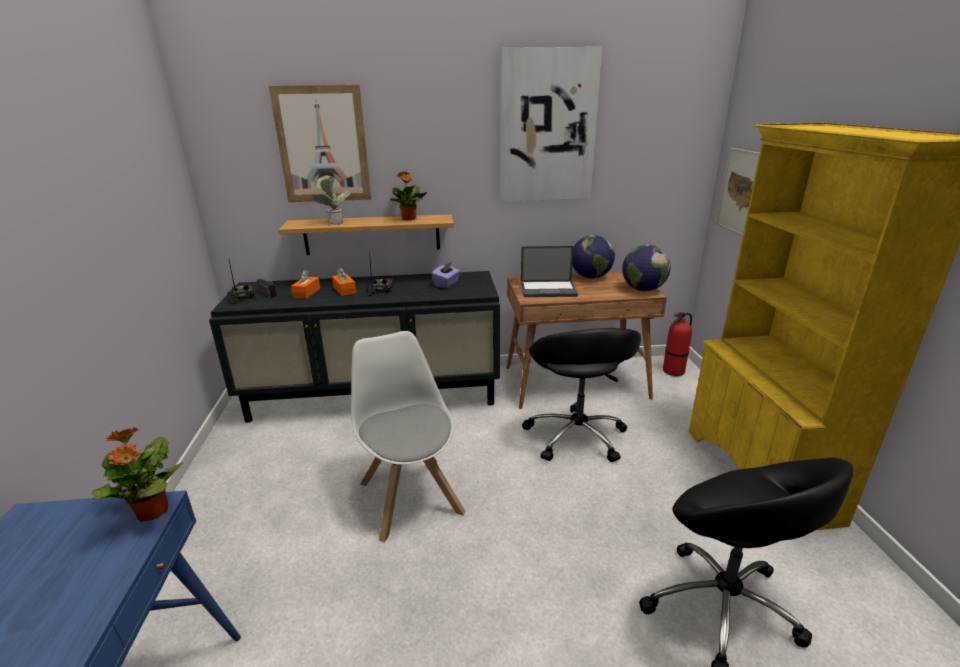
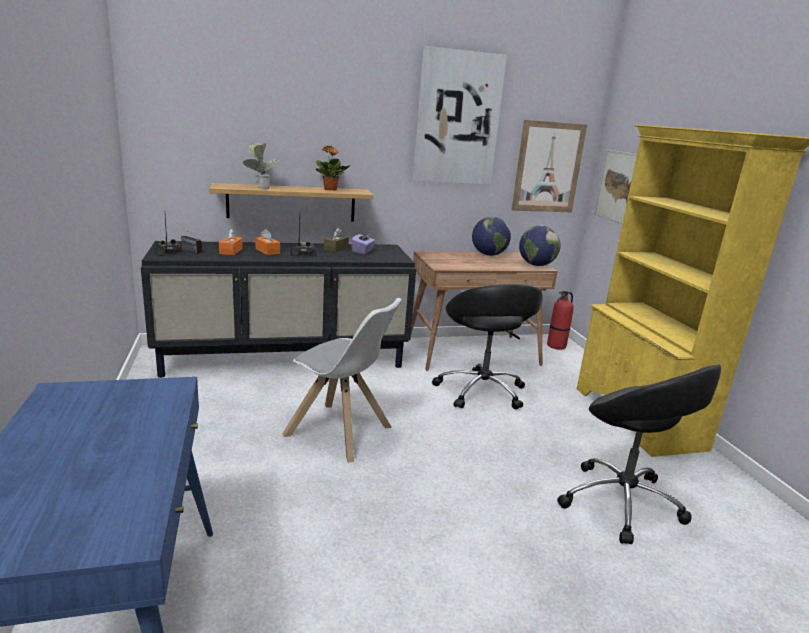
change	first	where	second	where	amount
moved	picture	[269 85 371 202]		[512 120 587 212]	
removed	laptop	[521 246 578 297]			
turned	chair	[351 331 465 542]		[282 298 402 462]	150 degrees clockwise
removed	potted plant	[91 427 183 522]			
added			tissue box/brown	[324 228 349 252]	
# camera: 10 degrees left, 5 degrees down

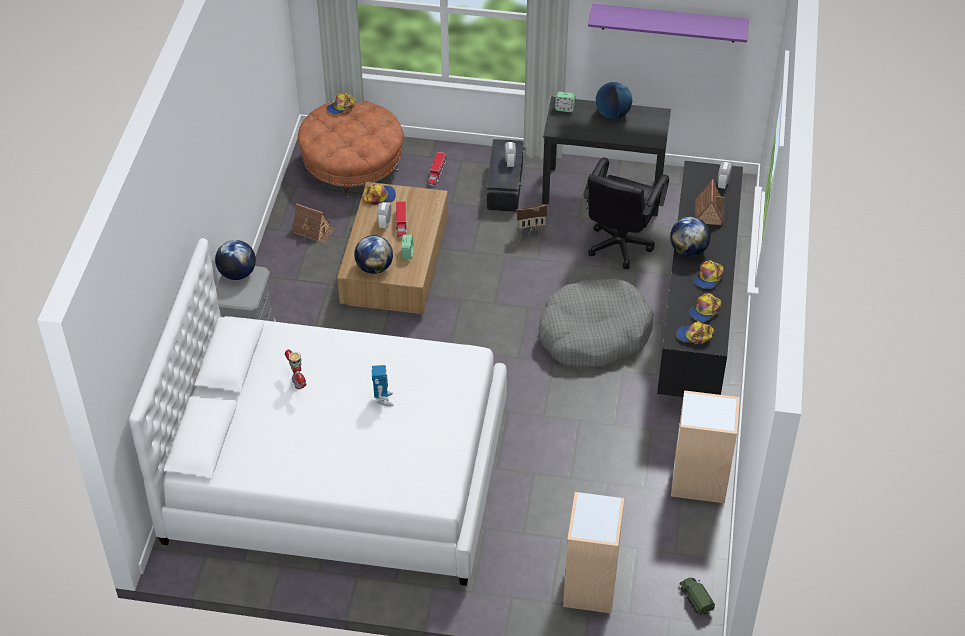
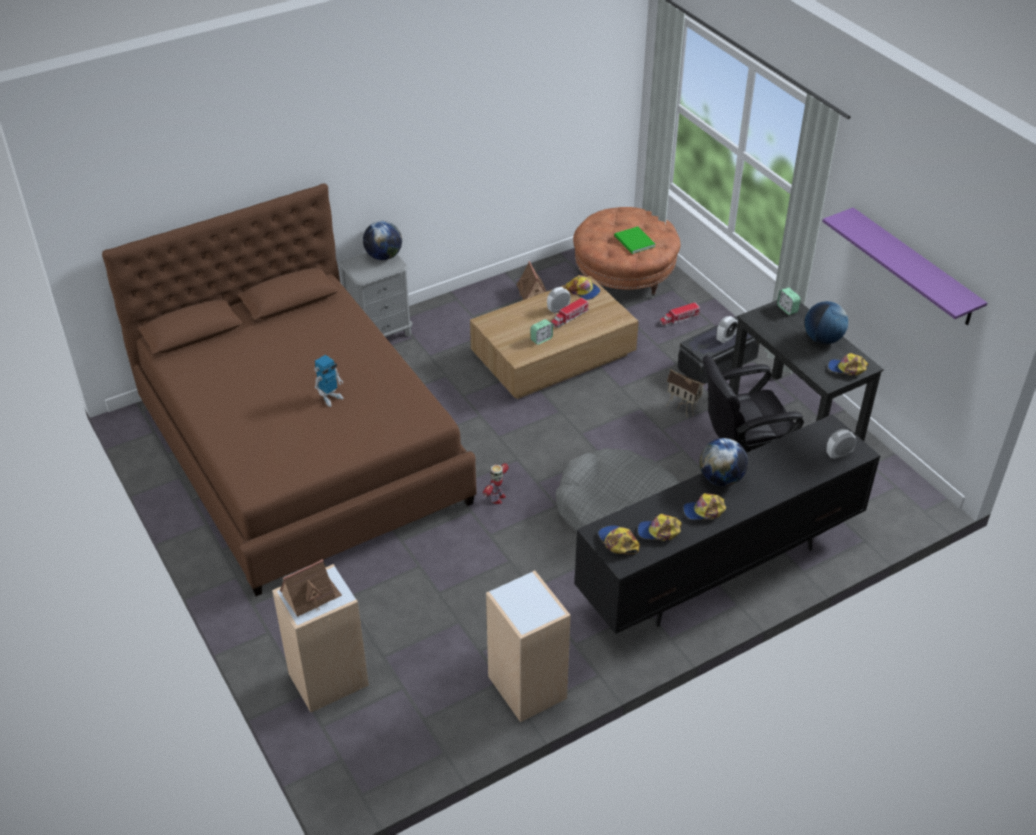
change	first	where	second	where	amount
moved	cap	[326 93 356 114]		[828 353 868 376]	
moved	toy house	[695 180 725 225]		[280 559 342 617]	
removed	globe	[354 235 393 274]			
recoloured	bed/white	[129 238 507 586]	bed/brown	[102 184 476 596]	
moved	toy robot	[285 350 306 389]		[483 463 509 504]	
removed	toy truck	[680 578 715 615]			
added			book/green	[614 226 655 254]	
# camera: 50 degrees right, 5 degrees down

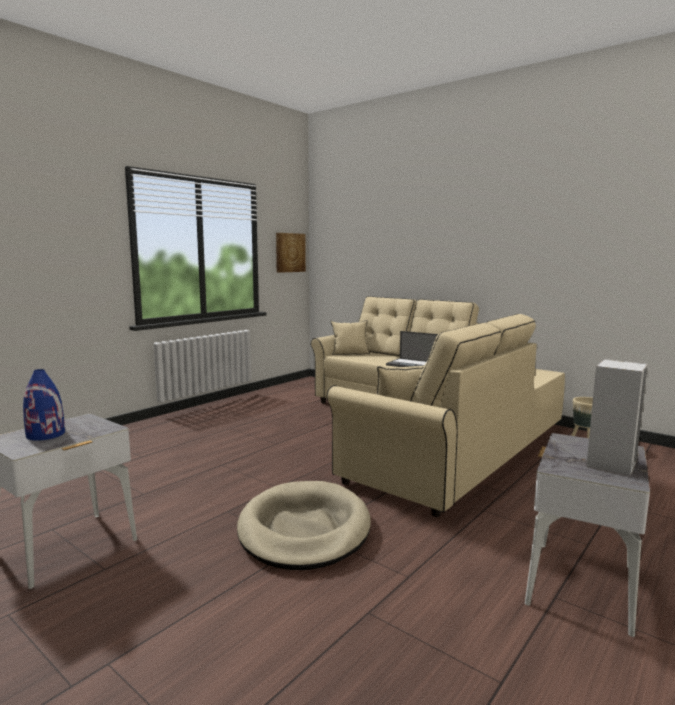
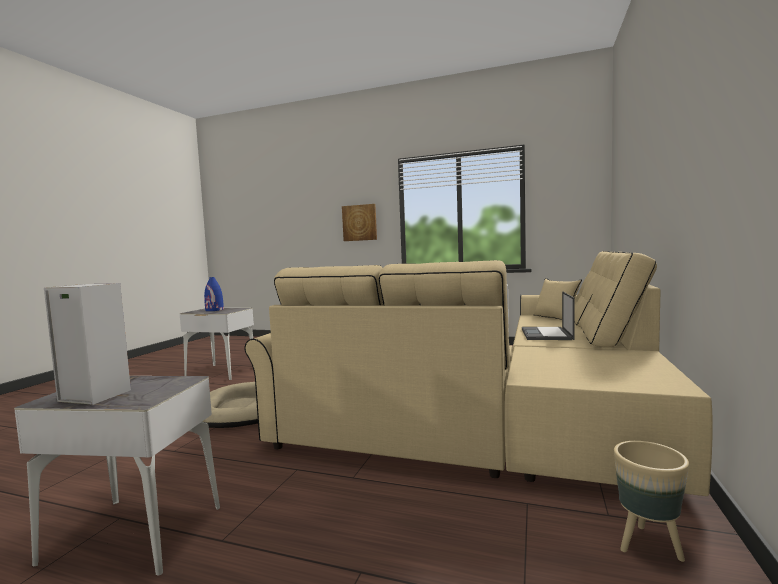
change	first	where	second	where	amount
moved	picture	[276 233 306 273]		[342 204 377 241]	
# camera: 70 degrees right, 5 degrees down

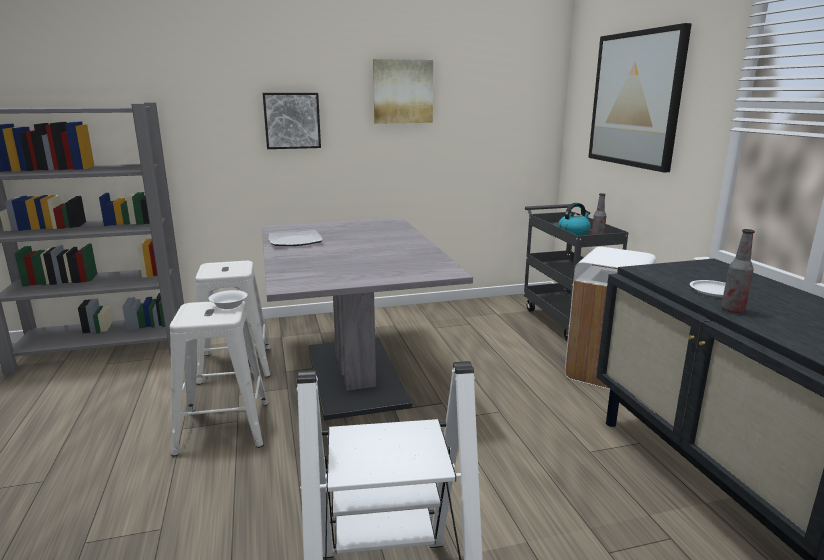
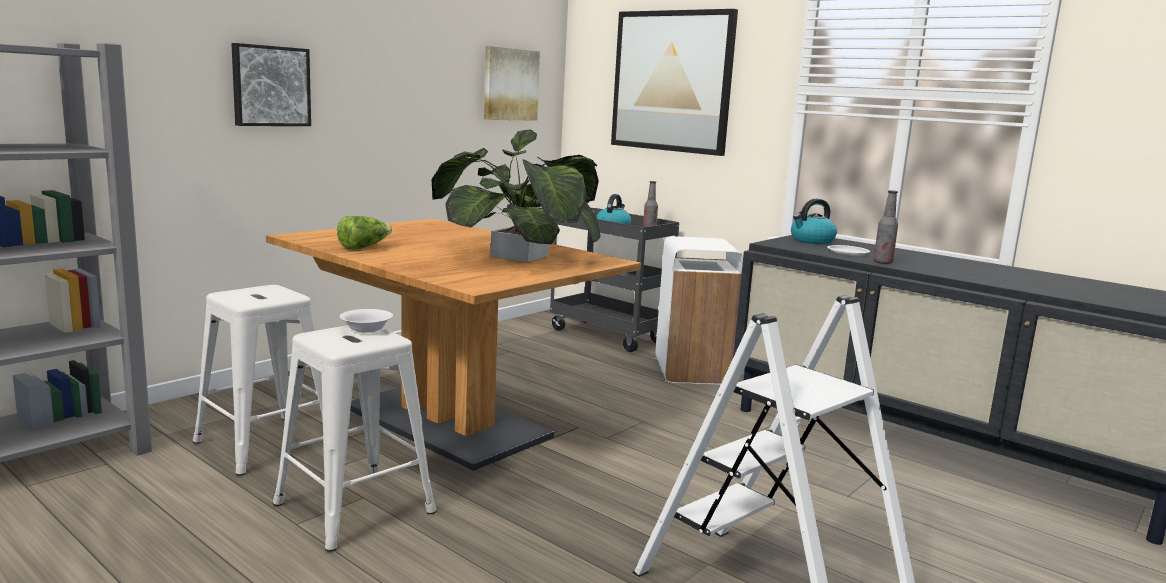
change	first	where	second	where	amount
moved	picture	[373 59 433 124]		[484 46 540 121]	
recoloured	dining table/grey	[262 218 473 420]	dining table/brown	[266 219 641 471]	
replaced	plate	[269 230 323 246]	lettuce	[337 216 392 250]	
added			potted plant	[432 129 601 263]	
added			kettle	[791 199 837 244]	
# camera: 35 degrees left, 5 degrees down

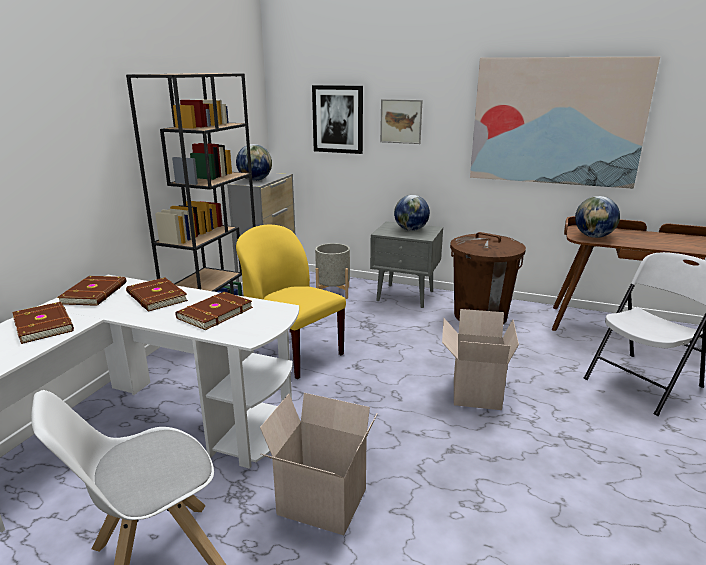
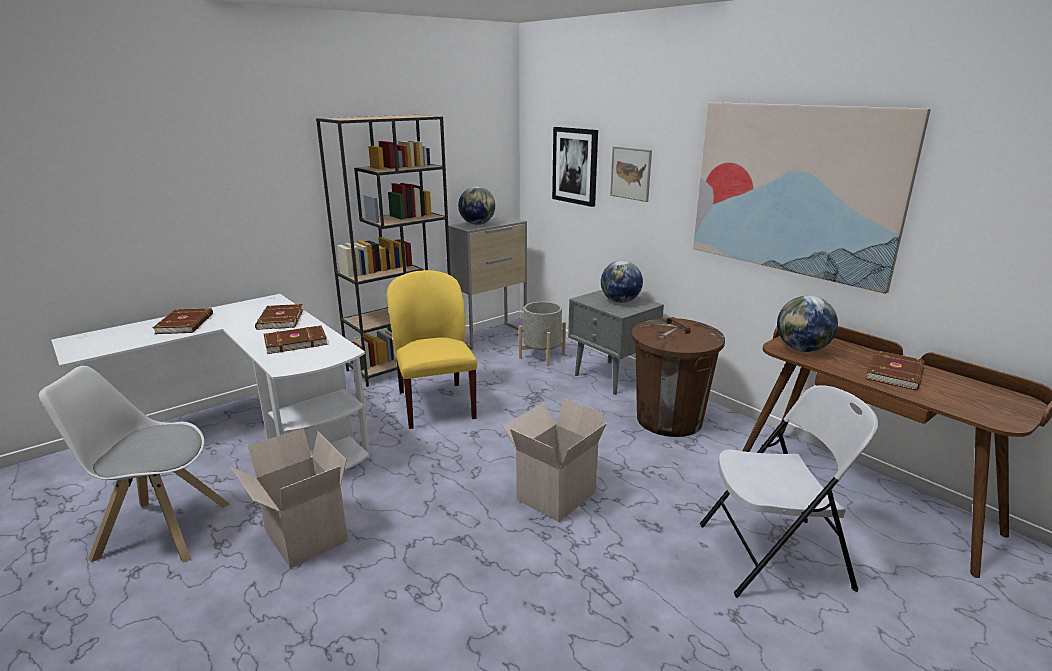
change	first	where	second	where	amount
moved	book/brown	[57 276 126 306]		[866 350 925 390]	
# camera: 30 degrees right, 0 degrees up

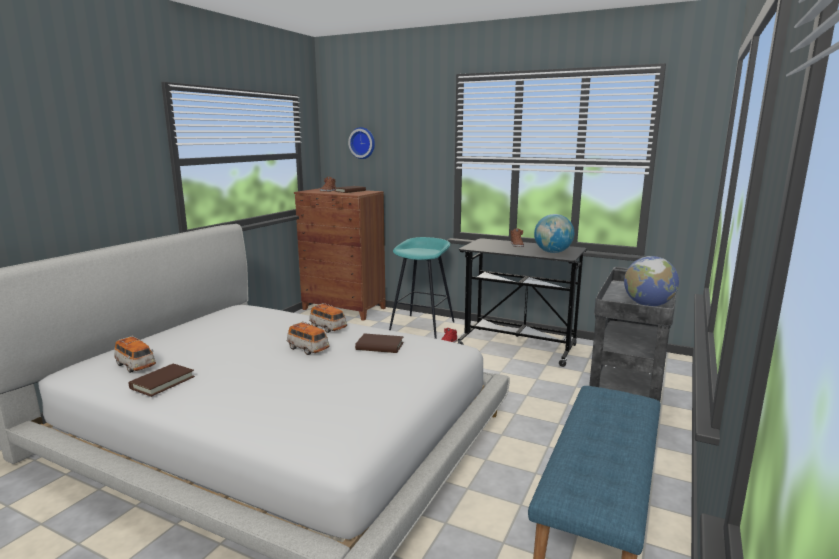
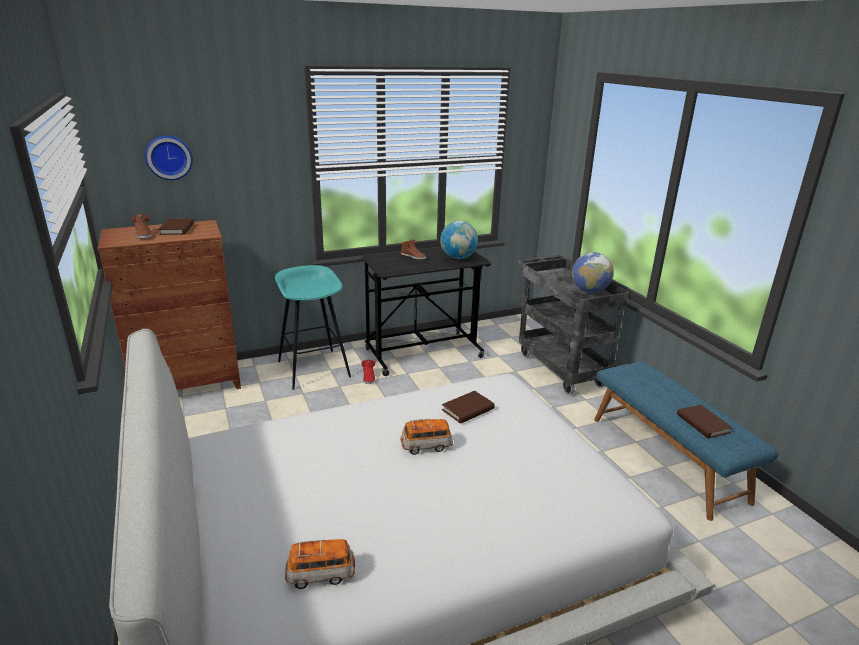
change	first	where	second	where	amount
removed	toy car	[309 303 347 333]			
moved	book/brown	[129 364 195 397]		[677 404 733 438]	
# camera: 50 degrees left, 10 degrees up

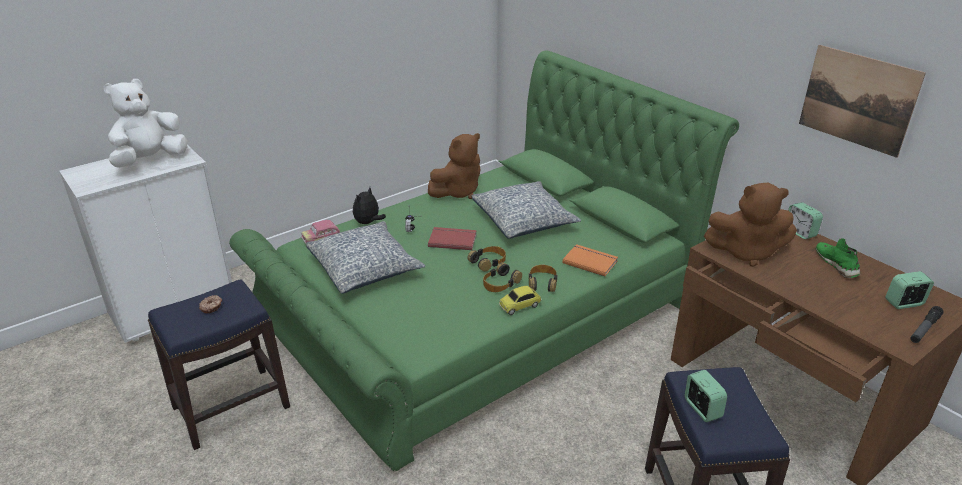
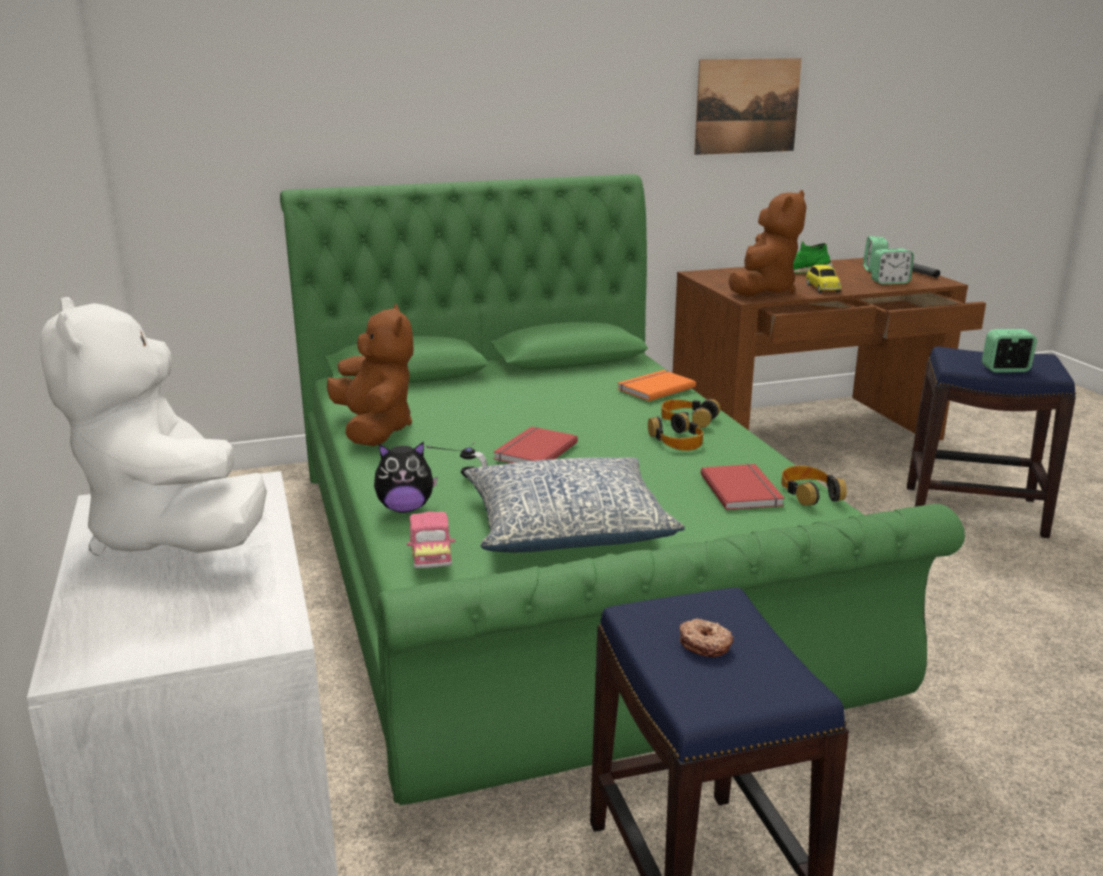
change	first	where	second	where	amount
removed	pillow	[472 181 581 239]			
turned	plush toy	[353 187 386 224]		[374 441 438 513]	60 degrees counterclockwise
moved	alarm clock	[788 202 823 239]		[871 249 914 284]	
moved	headphones	[467 246 506 271]		[781 465 847 506]	
moved	toy car	[499 286 542 315]		[806 265 842 293]	
added			book/red	[701 464 784 510]	
# camera: 70 degrees left, 10 degrees down

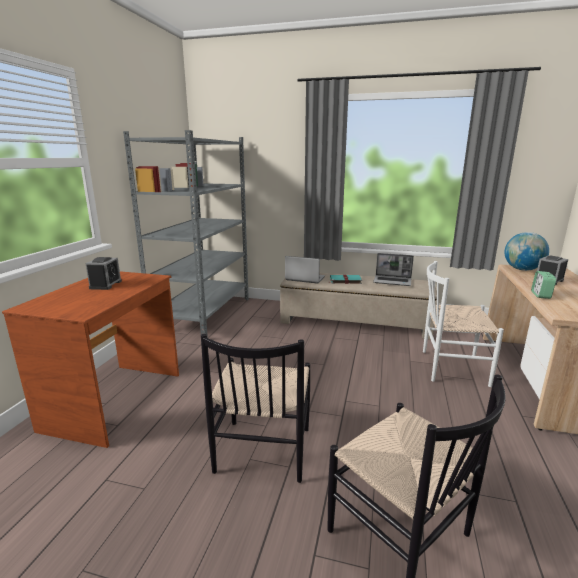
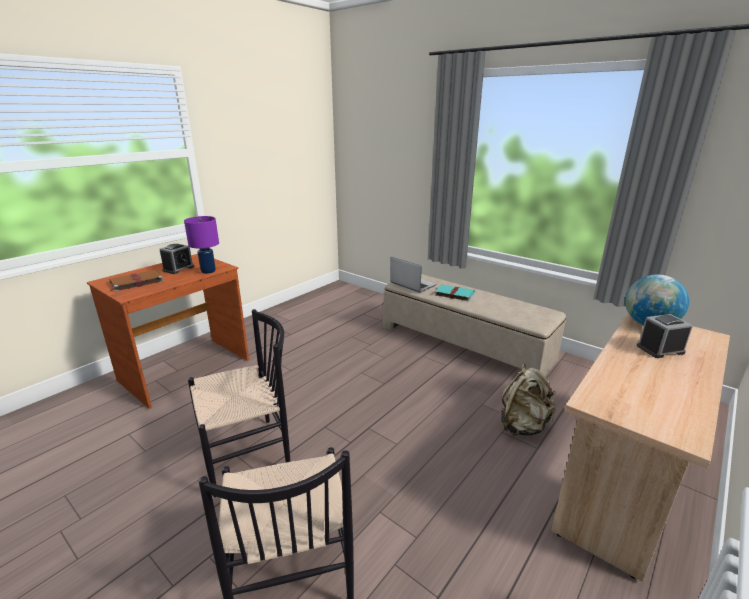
change	first	where	second	where	amount
removed	bookcase/grey	[123 130 249 338]			
removed	laptop	[373 253 414 286]			
replaced	chair/white	[423 261 504 387]	backpack/beige	[501 364 556 436]	
removed	alarm clock	[531 271 556 299]			
turned	chair/black	[201 334 310 483]		[188 309 291 497]	150 degrees counterclockwise
added			table lamp/purple	[184 216 219 274]	
added			book/brown	[109 270 163 292]	
# camera: 25 degrees right, 5 degrees up

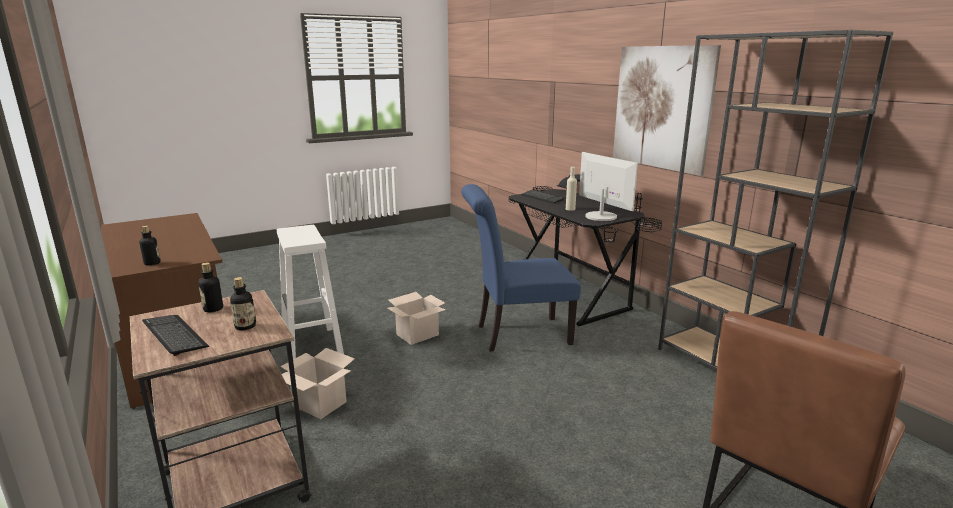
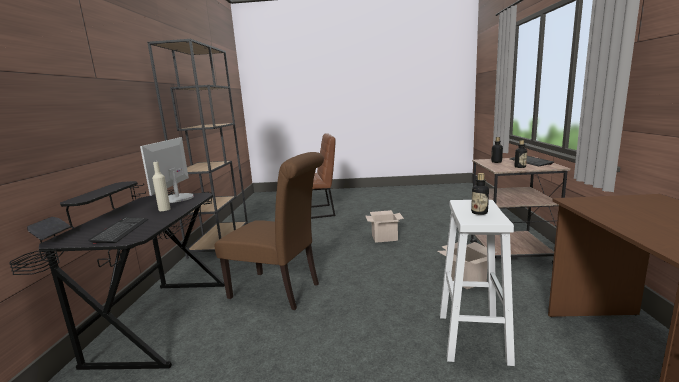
change	first	where	second	where	amount
removed	picture	[613 45 721 176]			
recoloured	chair/blue	[461 184 581 352]	chair/brown	[215 152 324 310]	
moved	bottle	[139 226 161 266]		[471 173 489 215]	
moved	cardboard box	[388 292 446 345]		[365 210 404 243]	
# camera: 145 degrees left, 5 degrees down

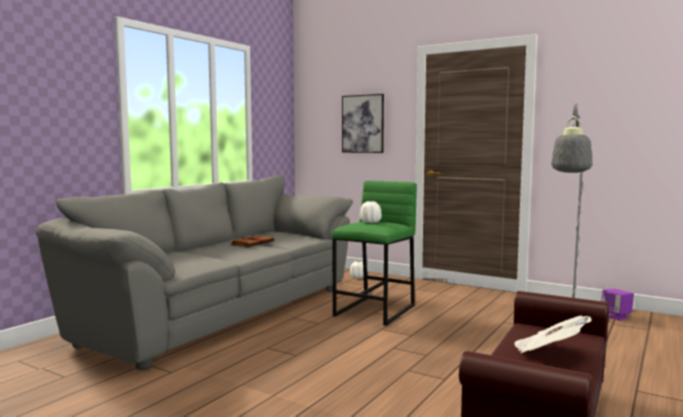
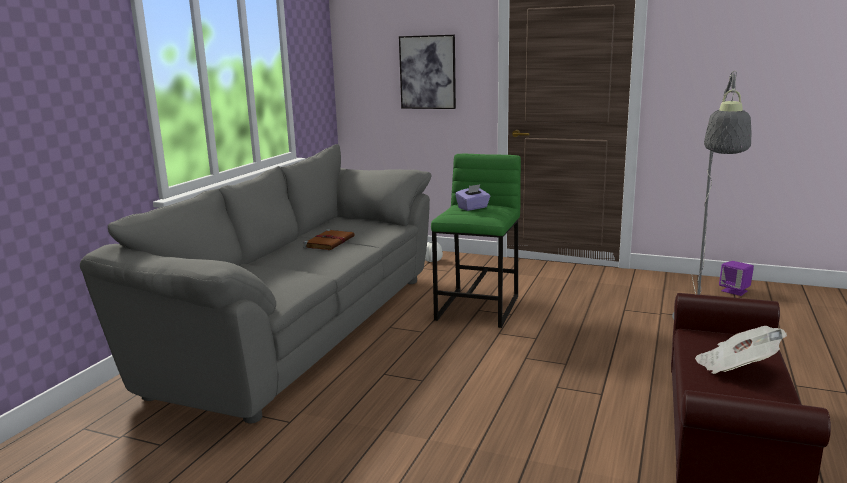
change	first	where	second	where	amount
replaced	vase/white	[360 201 382 223]	tissue box/purple	[455 184 490 211]	
# camera: 10 degrees left, 10 degrees up

